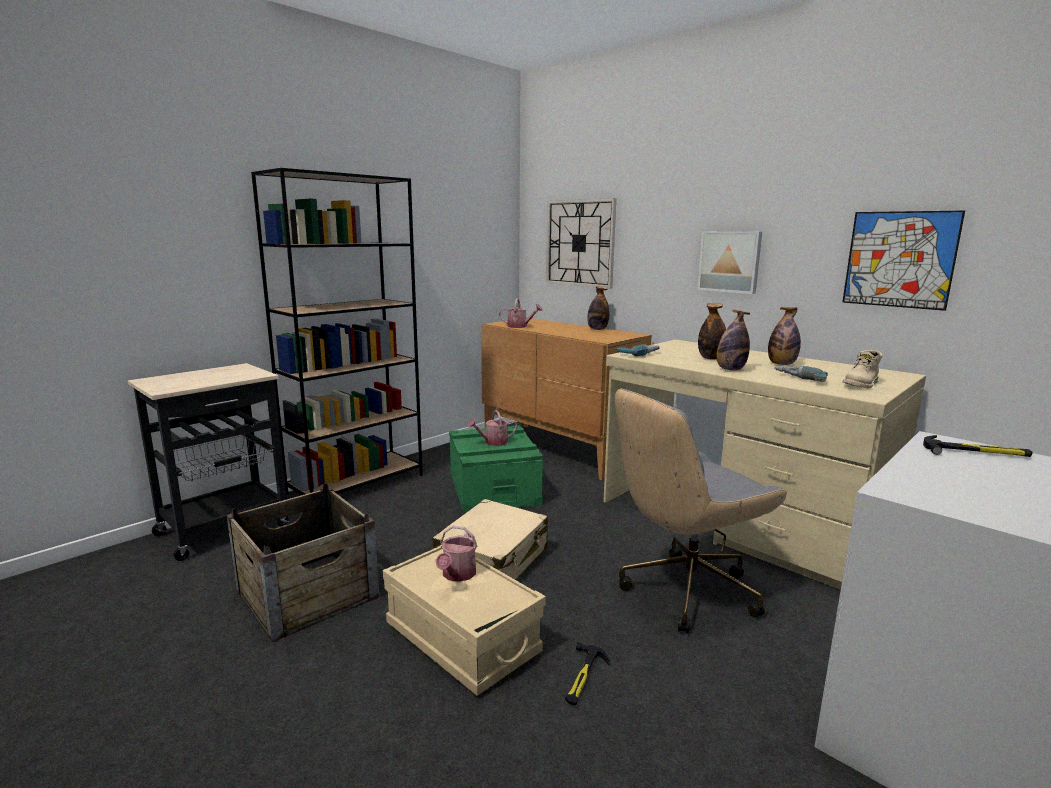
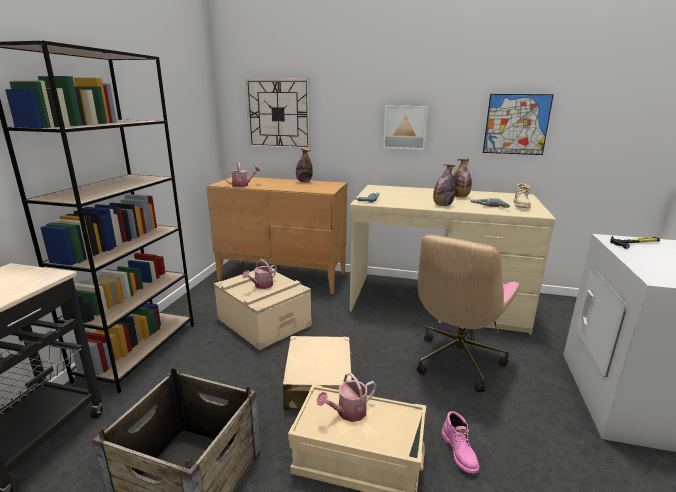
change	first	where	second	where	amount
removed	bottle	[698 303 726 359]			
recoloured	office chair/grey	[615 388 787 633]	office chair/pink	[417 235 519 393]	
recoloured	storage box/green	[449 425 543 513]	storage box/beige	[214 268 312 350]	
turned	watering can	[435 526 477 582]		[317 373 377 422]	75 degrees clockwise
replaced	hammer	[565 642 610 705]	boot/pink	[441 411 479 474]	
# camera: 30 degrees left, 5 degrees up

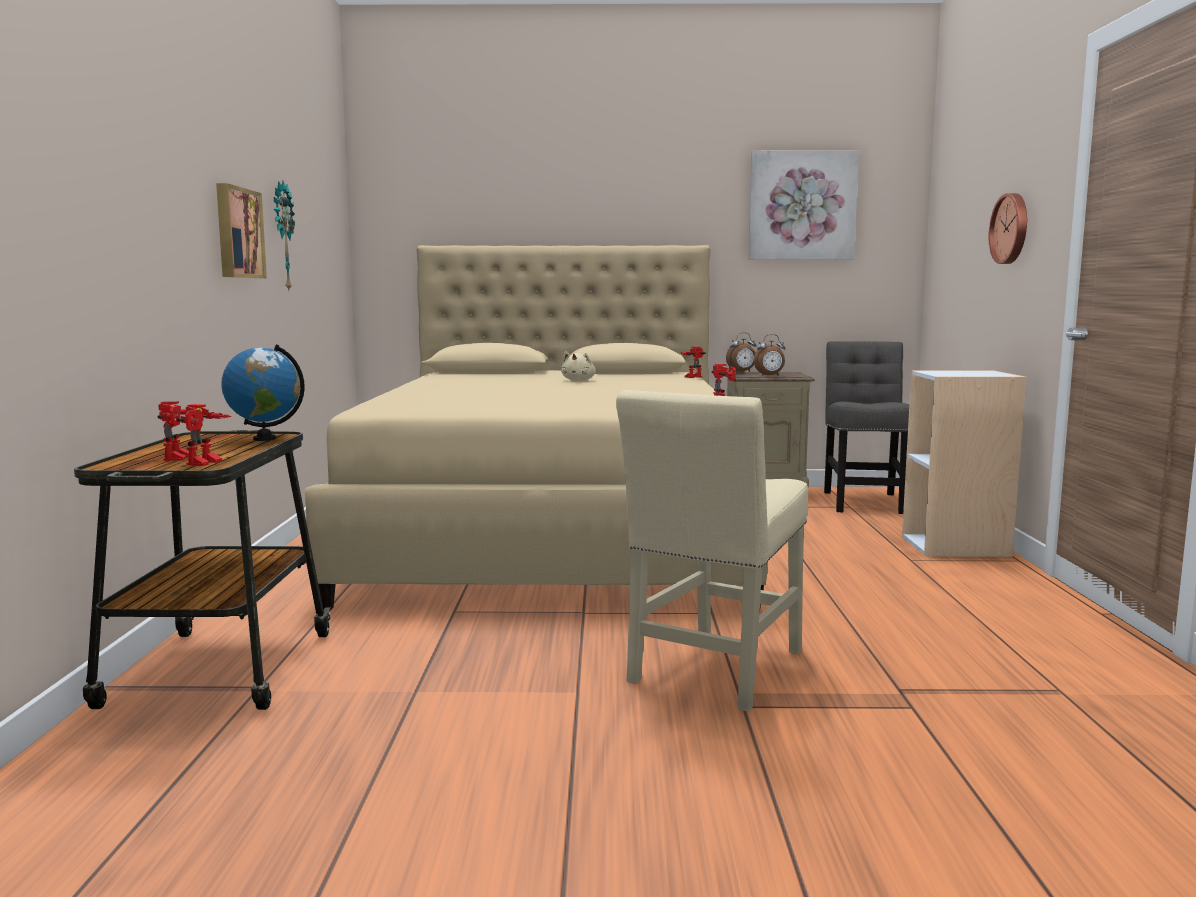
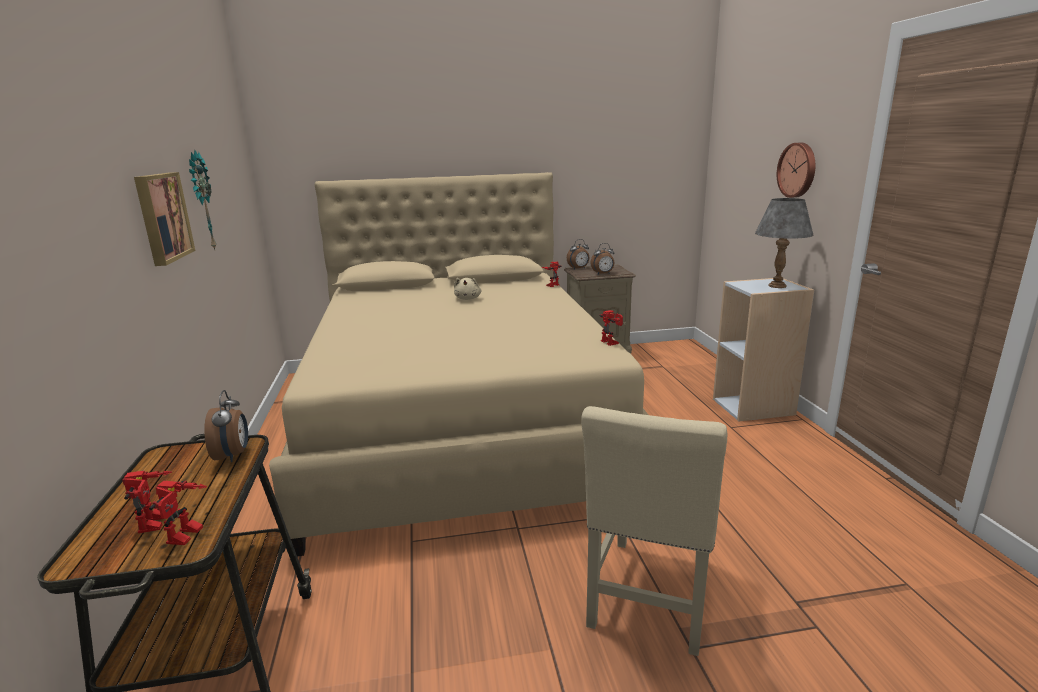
change	first	where	second	where	amount
removed	picture	[748 150 859 260]			
removed	chair/grey	[824 341 909 514]			
replaced	globe	[221 344 305 441]	alarm clock	[204 390 248 462]	
added			table lamp/grey	[755 198 814 288]	
# camera: 10 degrees left, 10 degrees up

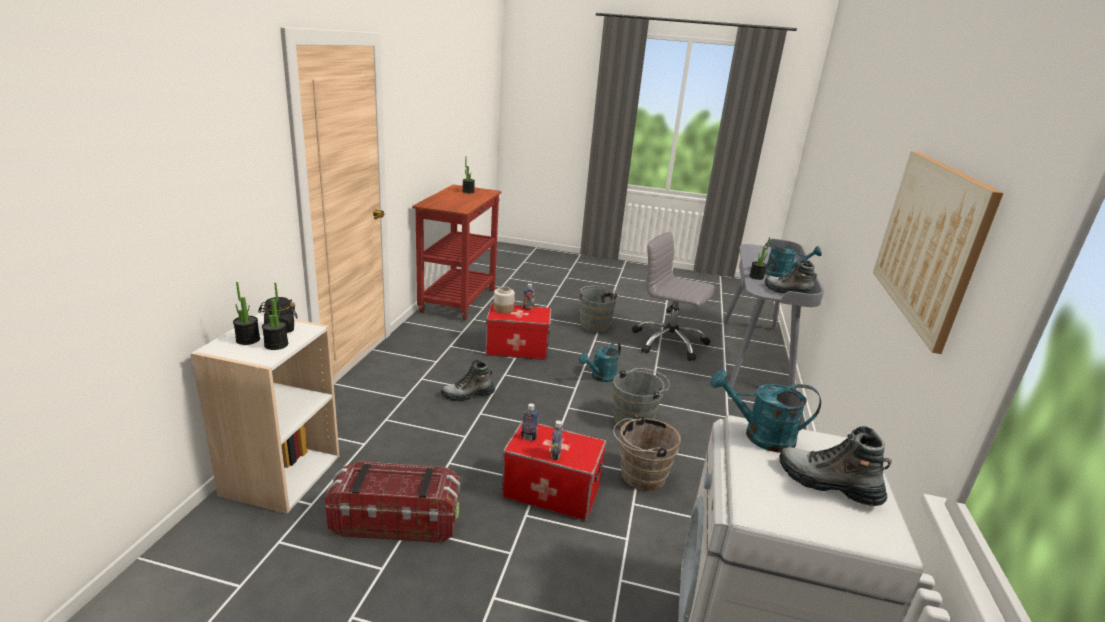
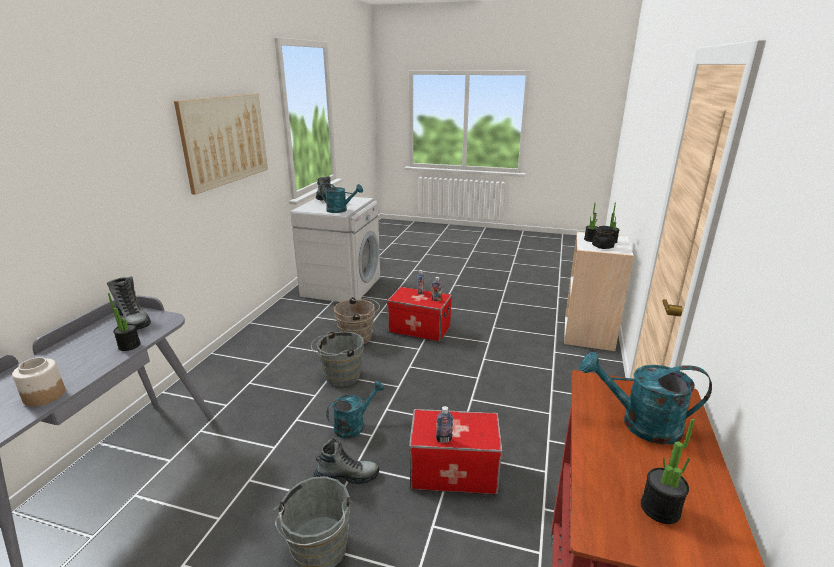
change	first	where	second	where	amount
removed	office chair/grey	[632 232 717 361]			
moved	watering can/turquoise	[763 241 822 277]		[580 352 712 445]	
moved	jar	[493 286 515 313]		[12 357 65 407]	
moved	boot	[441 359 495 401]		[313 437 379 484]	
removed	storage box	[325 461 460 543]			
# camera: 175 degrees left, 0 degrees up

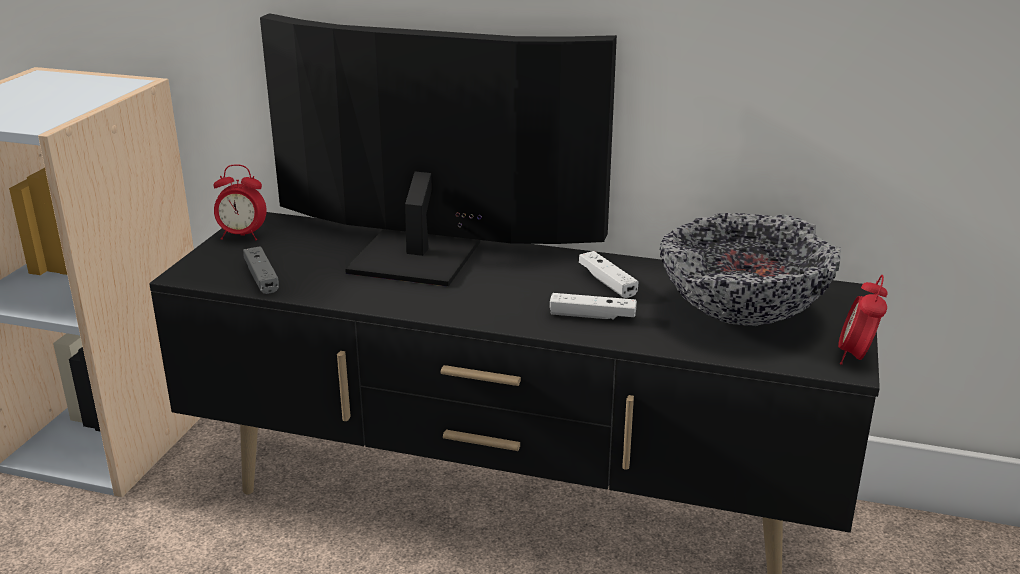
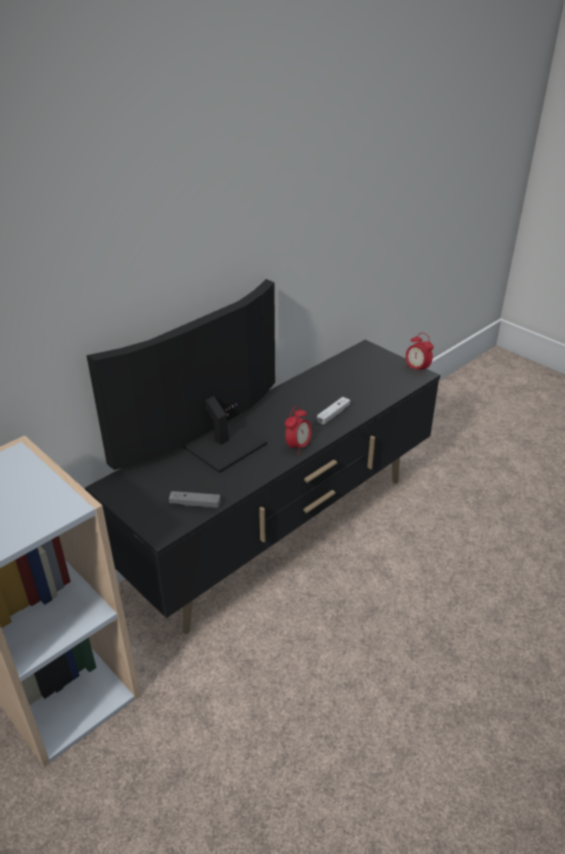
change	first	where	second	where	amount
moved	alarm clock	[214 164 267 241]		[285 406 311 454]	
removed	bowl	[660 213 841 326]			
removed	game controller/white	[579 251 638 298]			
# camera: 60 degrees left, 10 degrees up

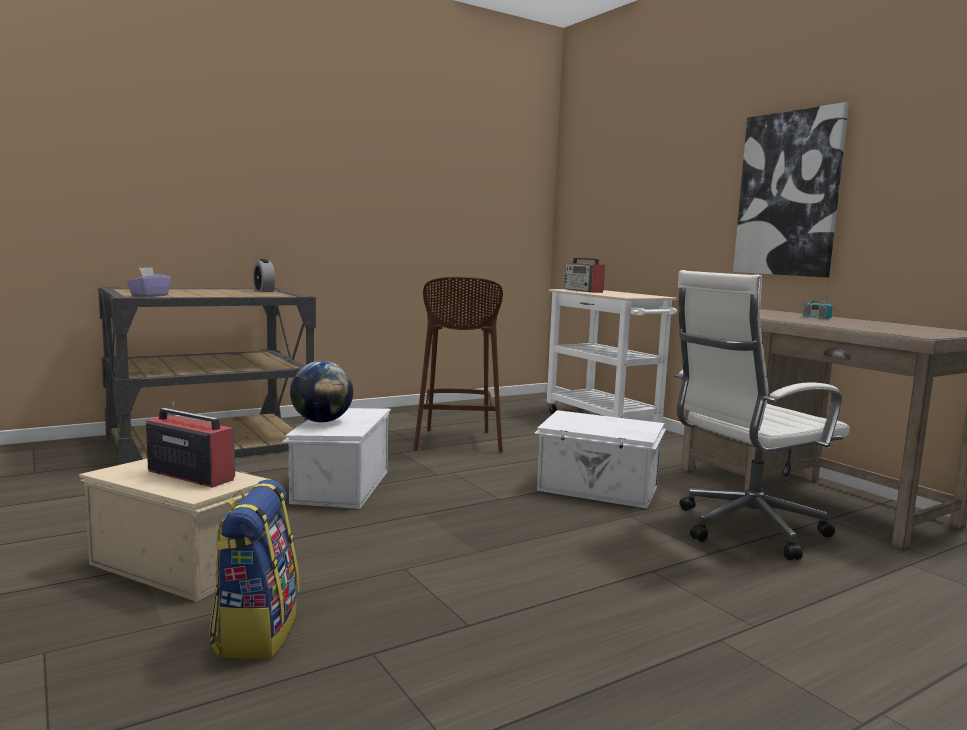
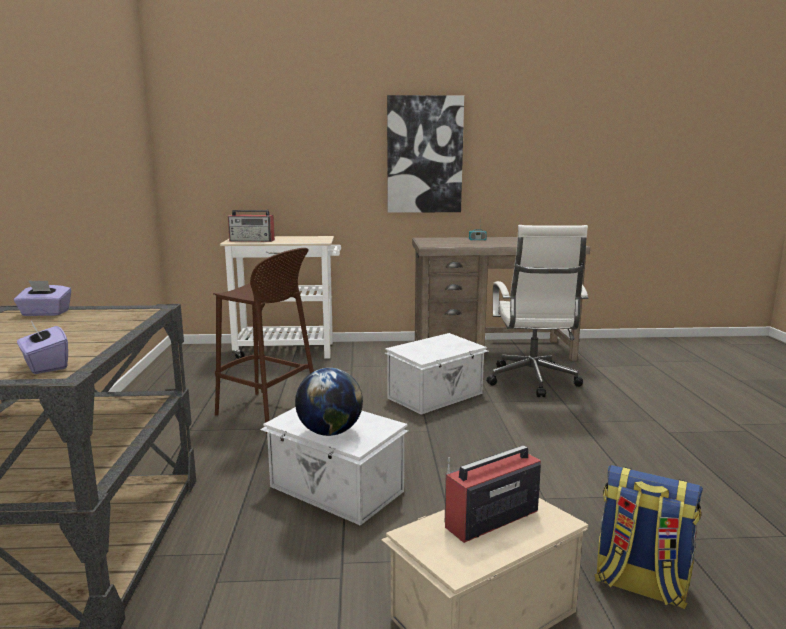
change	first	where	second	where	amount
replaced	alarm clock	[253 259 275 292]	tissue box/purple	[14 280 71 316]	
# camera: 60 degrees left, 5 degrees up

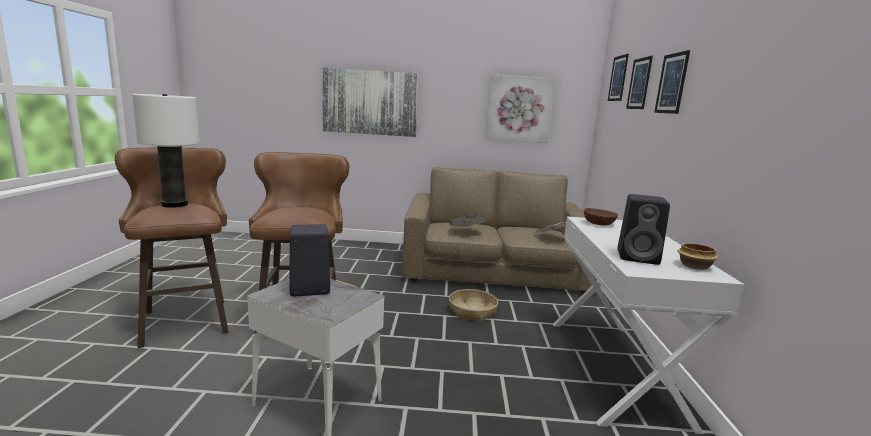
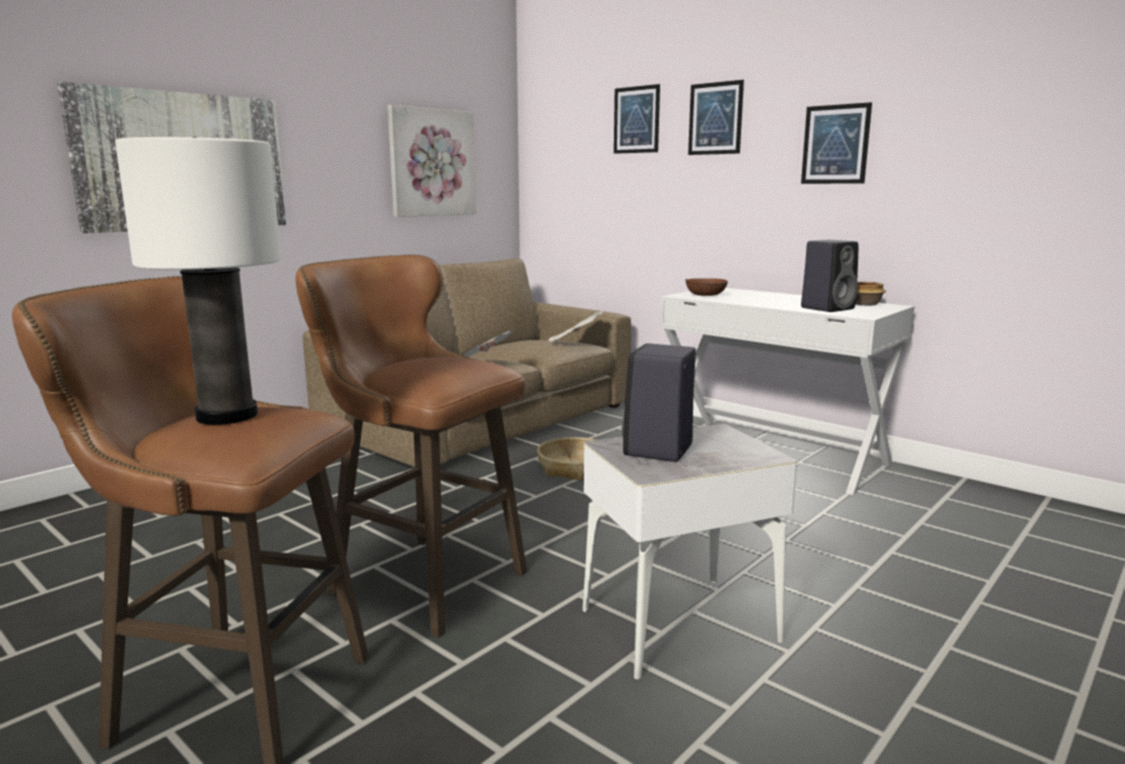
change	first	where	second	where	amount
moved	picture	[608 54 629 101]		[801 102 872 184]	
# camera: 50 degrees left, 0 degrees up

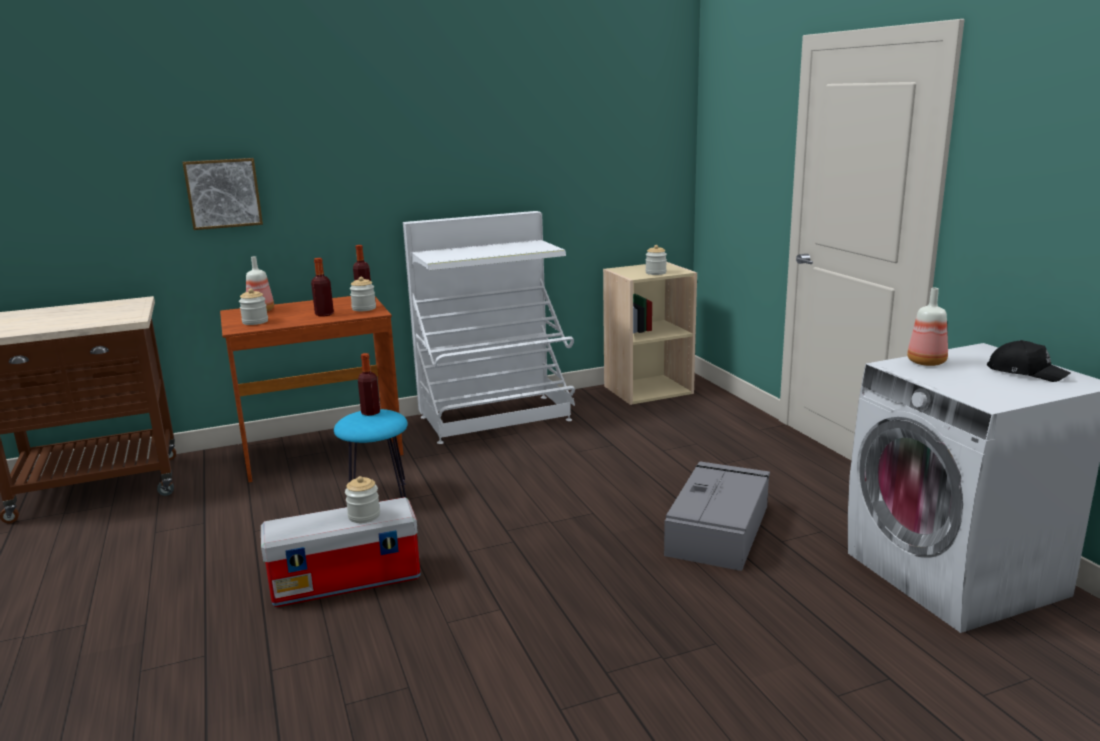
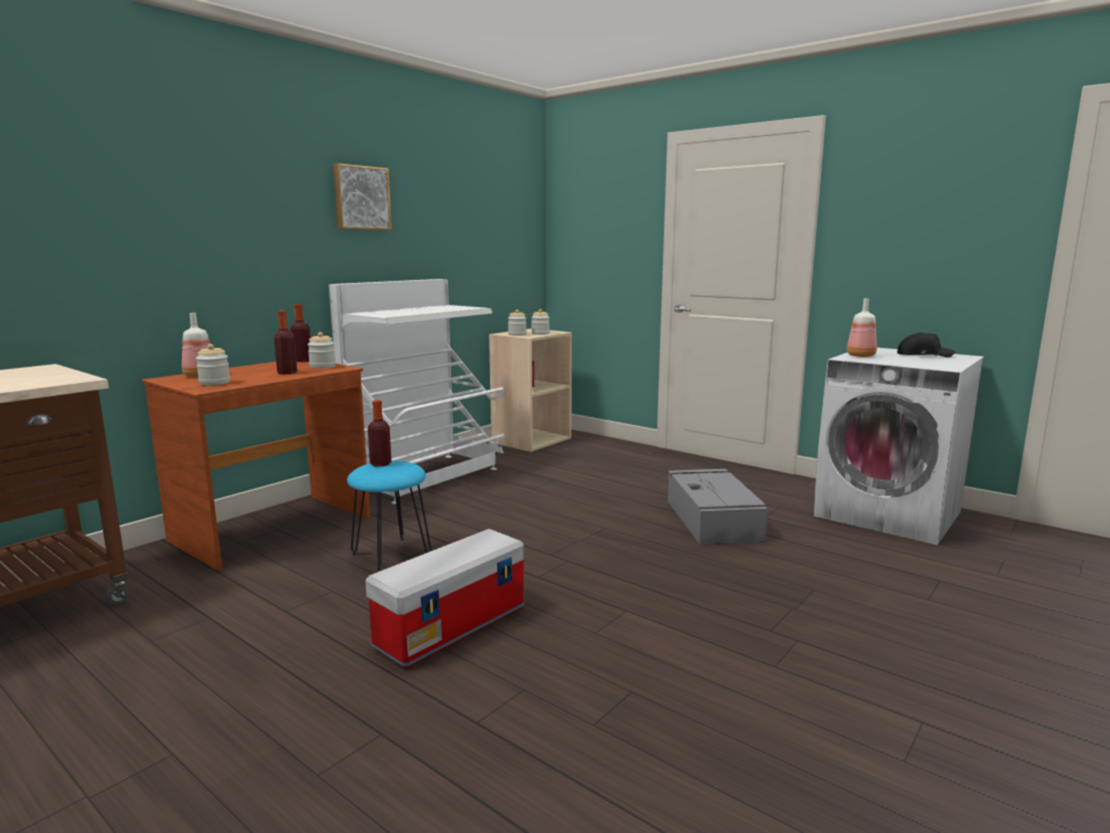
change	first	where	second	where	amount
moved	picture	[182 158 263 230]		[333 163 392 230]	
moved	jar	[345 476 380 523]		[508 310 527 336]	
# camera: 30 degrees left, 5 degrees down

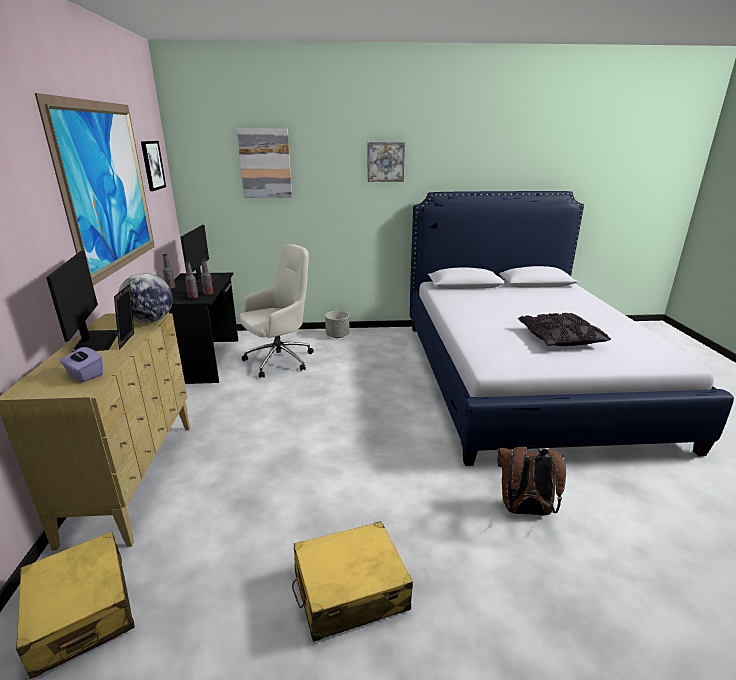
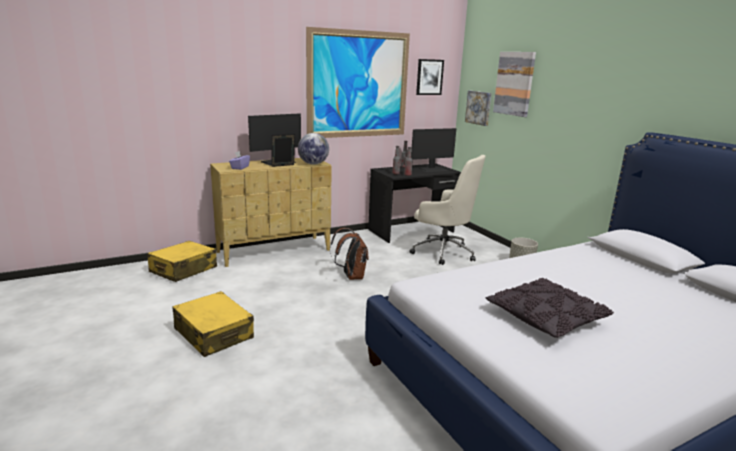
change	first	where	second	where	amount
moved	picture	[368 142 405 182]		[465 91 492 126]	
moved	backpack/brown	[497 445 566 515]		[330 228 369 280]	
# camera: 65 degrees right, 5 degrees down

